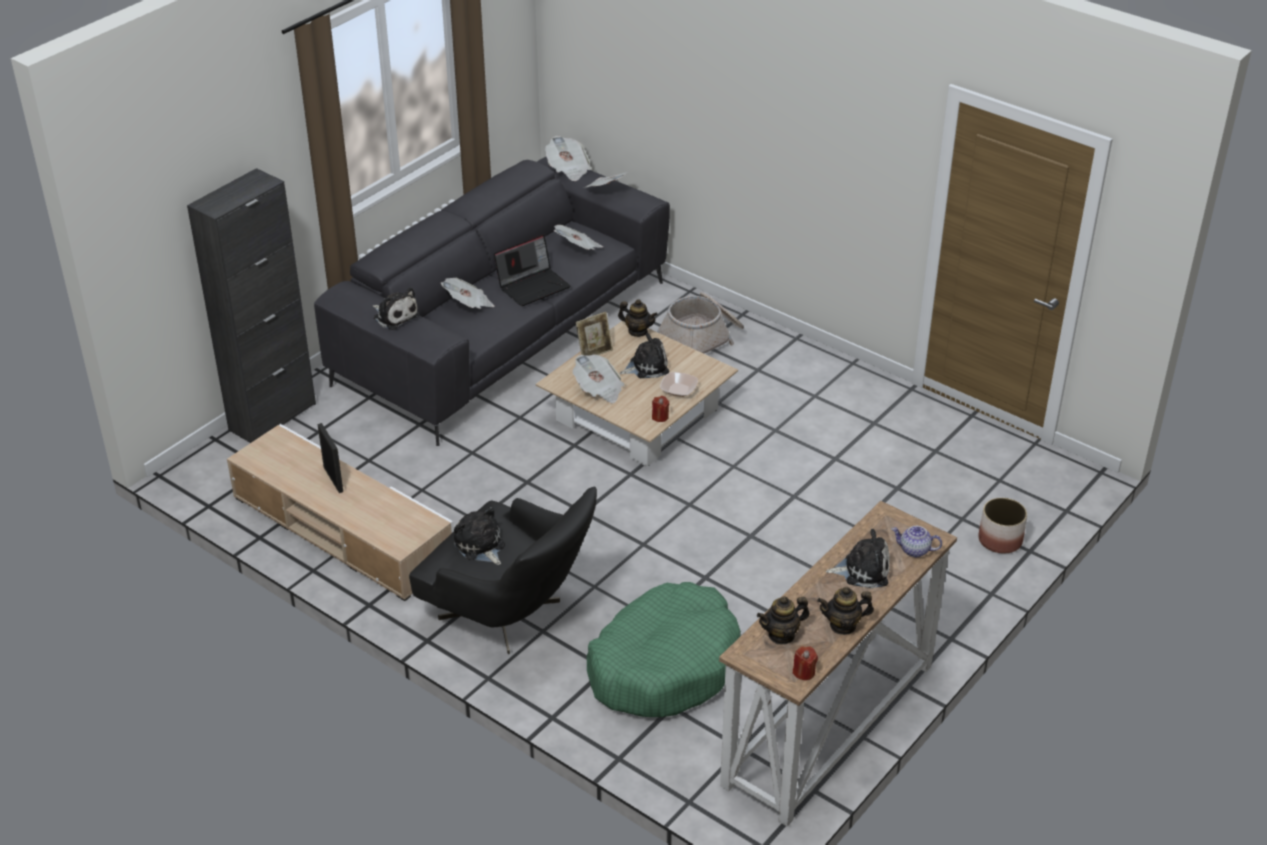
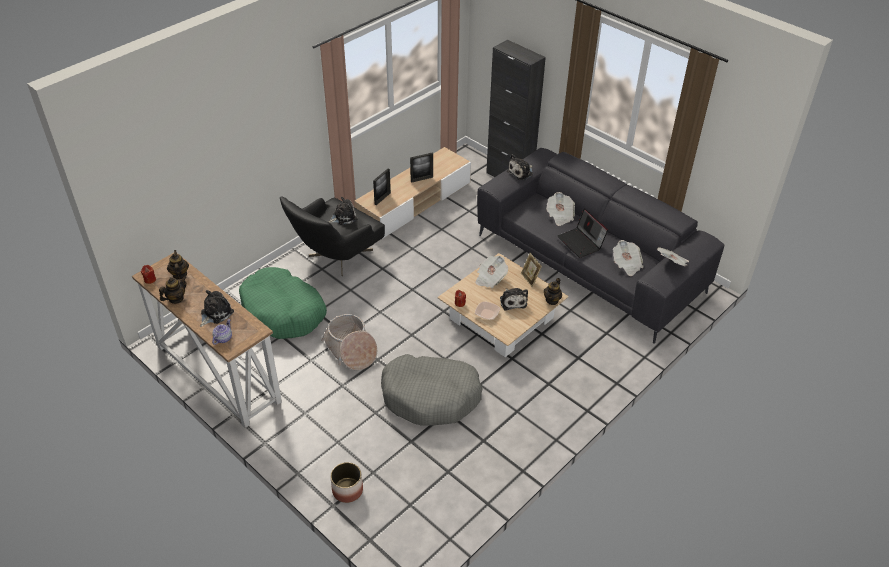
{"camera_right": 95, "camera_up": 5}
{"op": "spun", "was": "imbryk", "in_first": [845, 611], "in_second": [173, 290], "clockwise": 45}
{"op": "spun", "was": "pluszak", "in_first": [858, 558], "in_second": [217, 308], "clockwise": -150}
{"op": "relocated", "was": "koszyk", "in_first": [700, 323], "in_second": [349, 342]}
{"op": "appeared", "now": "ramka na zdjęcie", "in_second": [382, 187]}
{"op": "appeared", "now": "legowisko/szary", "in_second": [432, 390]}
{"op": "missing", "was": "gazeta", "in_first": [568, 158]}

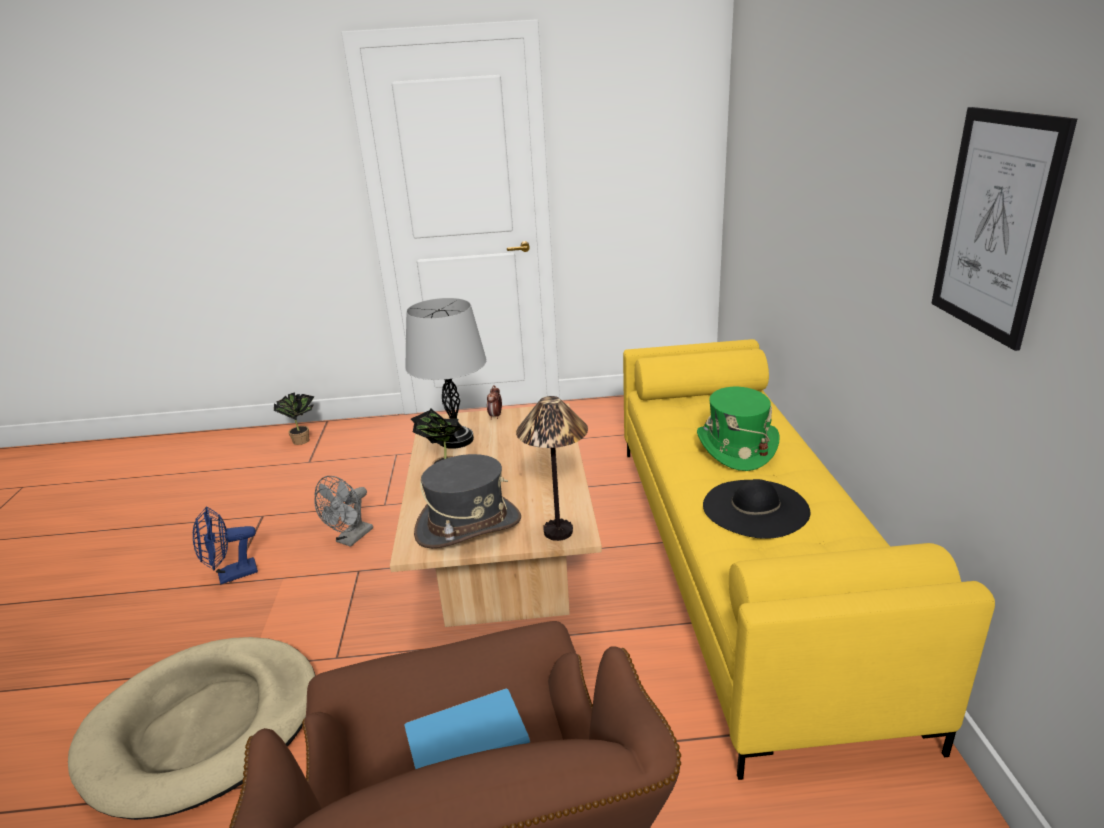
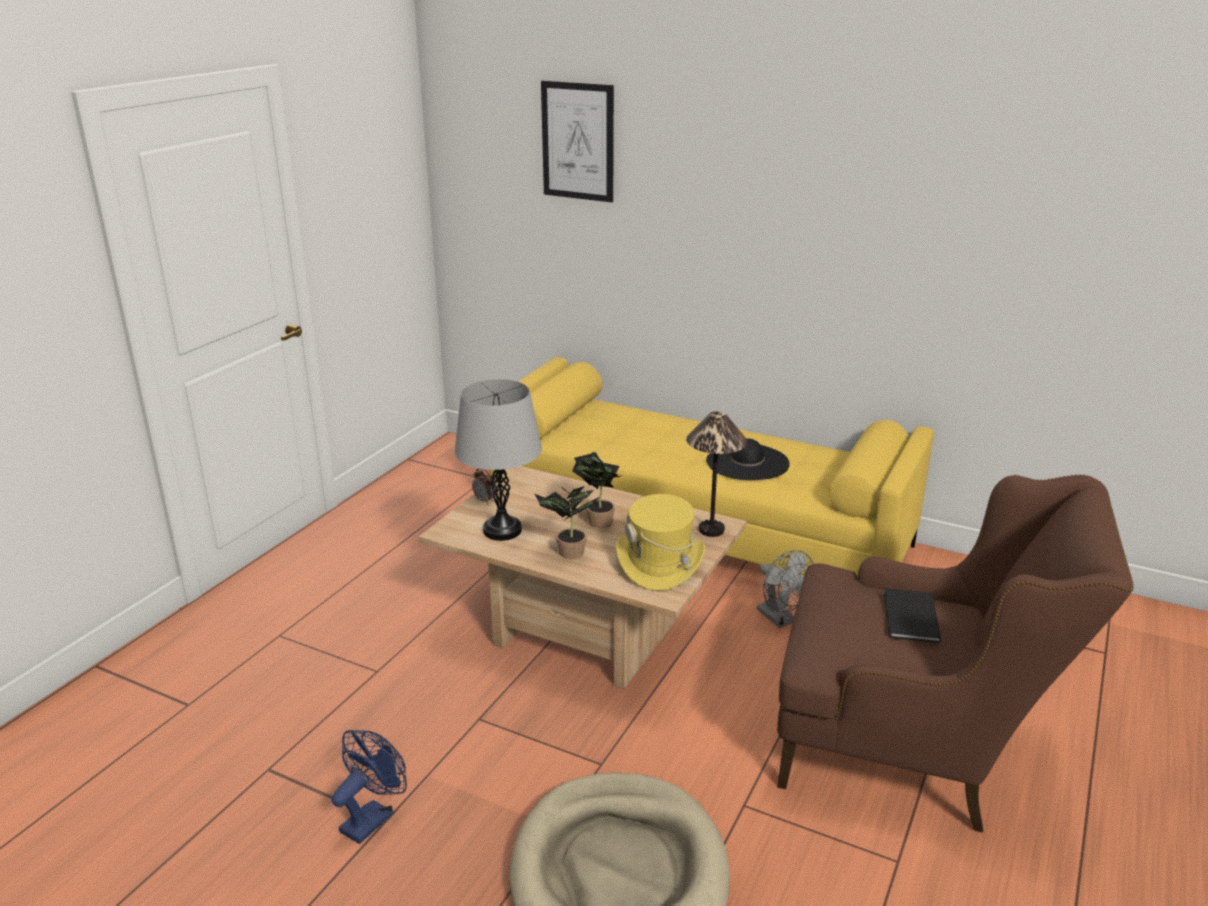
{"camera_right": -60, "camera_up": 0}
{"op": "spun", "was": "wentylator/niebieski", "in_first": [225, 546], "in_second": [369, 787], "clockwise": -150}
{"op": "relocated", "was": "obraz", "in_first": [1004, 229], "in_second": [577, 141]}
{"op": "relocated", "was": "roślina doniczkowa", "in_first": [294, 418], "in_second": [596, 490]}
{"op": "colour", "was": "kapelusz/szary", "now": "kapelusz/żółty", "in_first": [467, 501], "in_second": [660, 542]}
{"op": "relocated", "was": "wentylator/szary", "in_first": [343, 511], "in_second": [785, 589]}
{"op": "colour", "was": "książka/niebieski", "now": "książka/czarny", "in_first": [467, 729], "in_second": [912, 615]}
{"op": "missing", "was": "kapelusz/zielony", "in_first": [738, 429]}

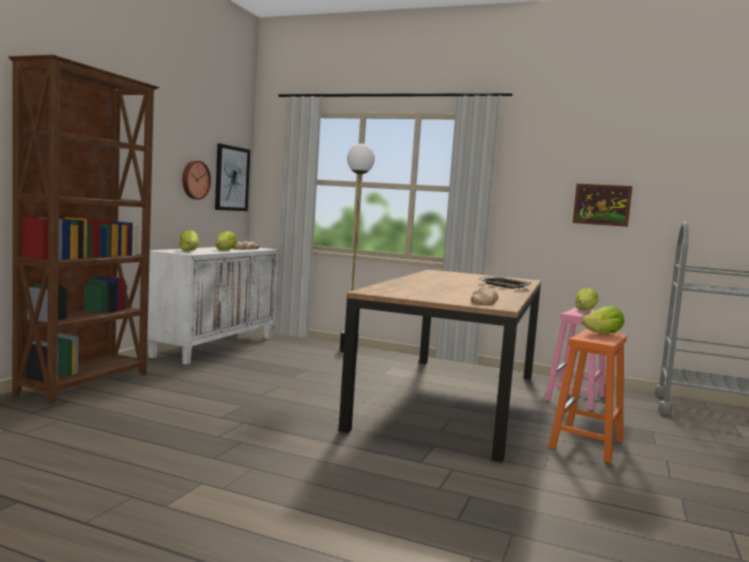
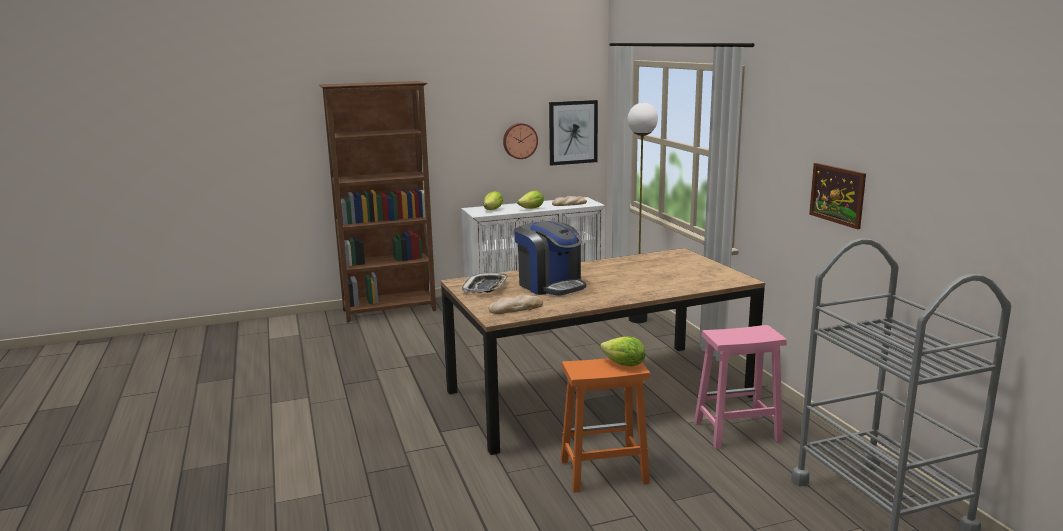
{"camera_right": 50, "camera_up": 10}
{"op": "relocated", "was": "taca", "in_first": [505, 282], "in_second": [485, 283]}
{"op": "appeared", "now": "ekspres do kawy", "in_second": [550, 258]}
{"op": "missing", "was": "sałata", "in_first": [586, 299]}

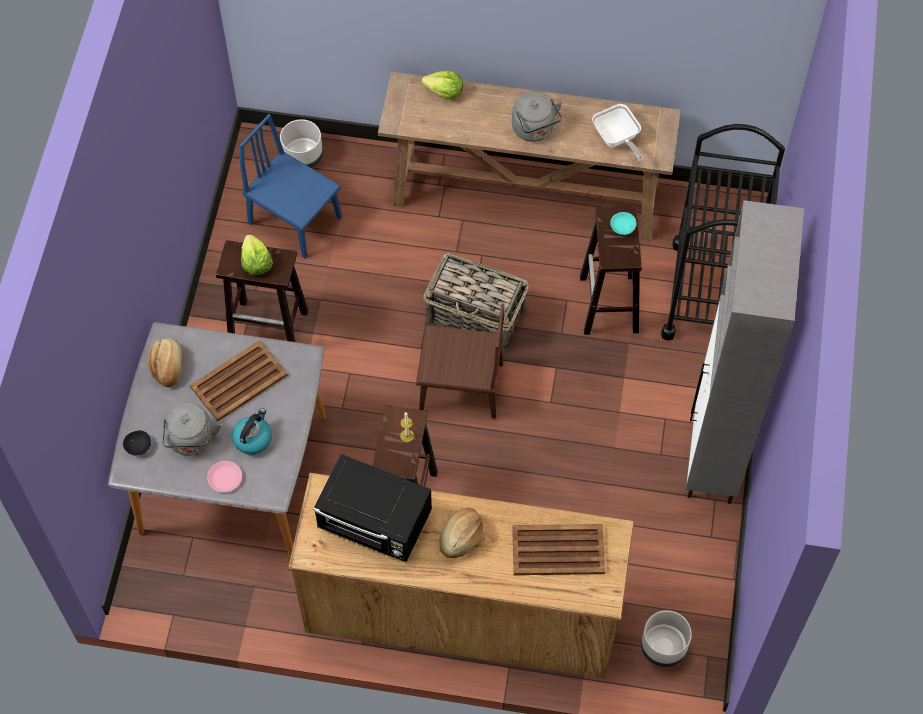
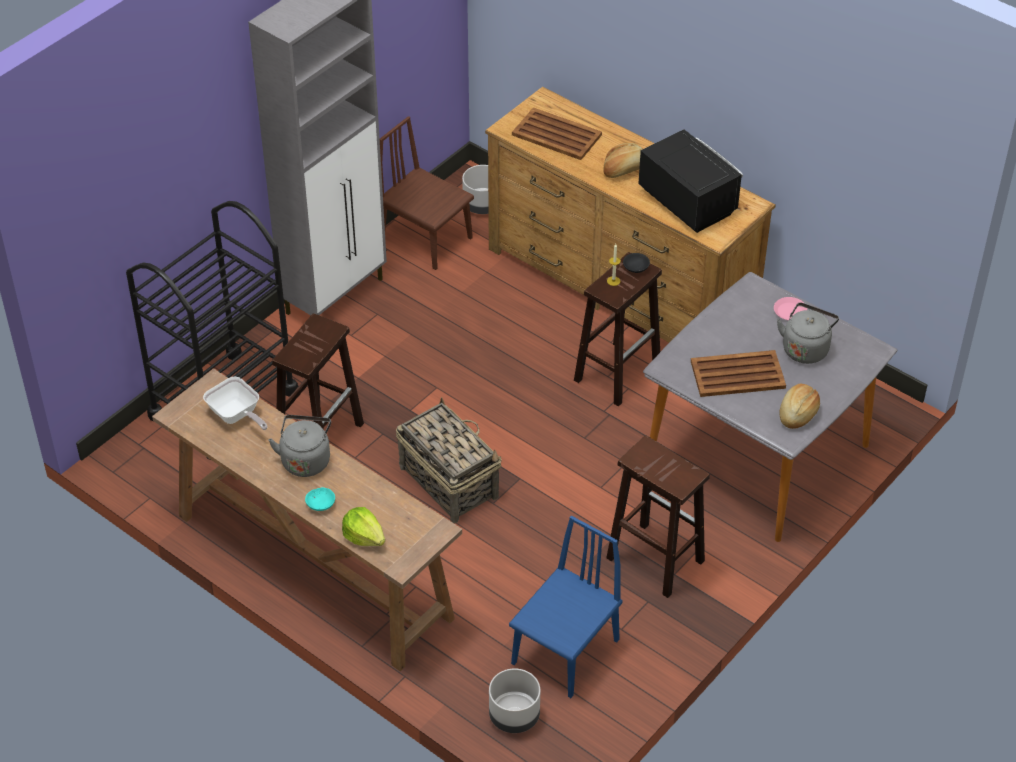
{"camera_right": -150, "camera_up": -15}
{"op": "spun", "was": "patelnia", "in_first": [618, 133], "in_second": [235, 403], "clockwise": 135}
{"op": "relocated", "was": "miska/turkusowy", "in_first": [623, 223], "in_second": [320, 499]}
{"op": "relocated", "was": "krzesło/brązowy", "in_first": [460, 361], "in_second": [427, 193]}
{"op": "spun", "was": "krzesło/niebieski", "in_first": [291, 186], "in_second": [566, 607], "clockwise": -120}
{"op": "relocated", "was": "miska/czarny", "in_first": [137, 442], "in_second": [636, 263]}
{"op": "missing", "was": "czajnik", "in_first": [252, 431]}
{"op": "missing", "was": "sałata", "in_first": [257, 254]}

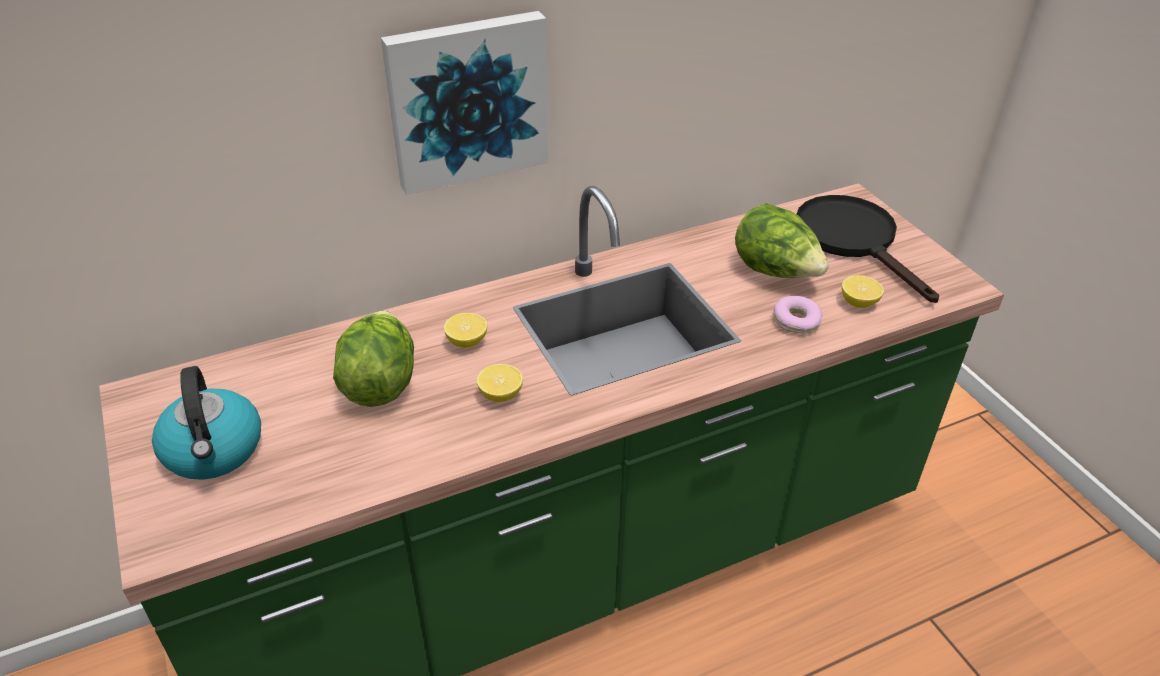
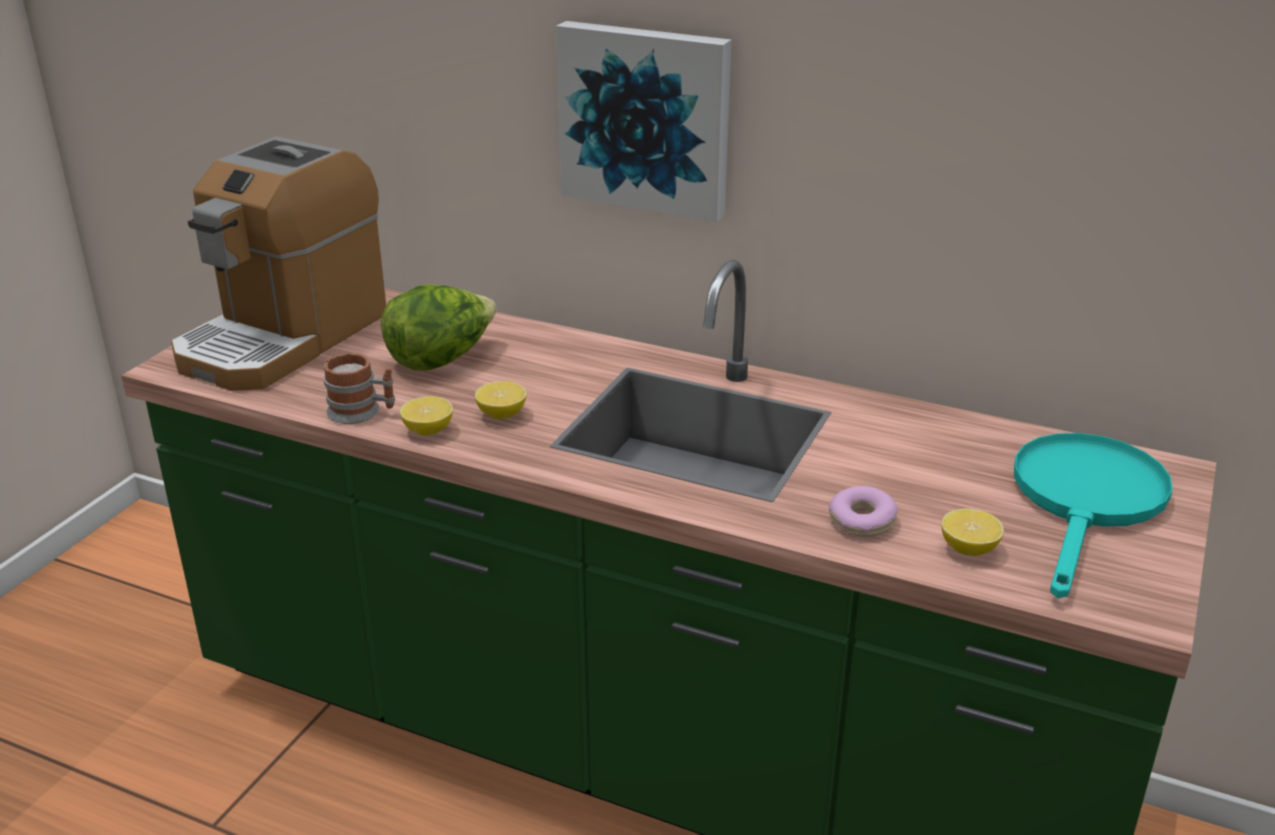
{"camera_right": 50, "camera_up": -10}
{"op": "exchanged", "was": "czajnik", "now": "ekspres do kawy", "in_first": [206, 423], "in_second": [278, 263]}
{"op": "appeared", "now": "kubek", "in_second": [359, 388]}
{"op": "relocated", "was": "cytryna", "in_first": [465, 330], "in_second": [426, 416]}
{"op": "colour", "was": "patelnia/czarny", "now": "patelnia/turkusowy", "in_first": [868, 249], "in_second": [1093, 515]}
{"op": "missing", "was": "sałata", "in_first": [782, 240]}

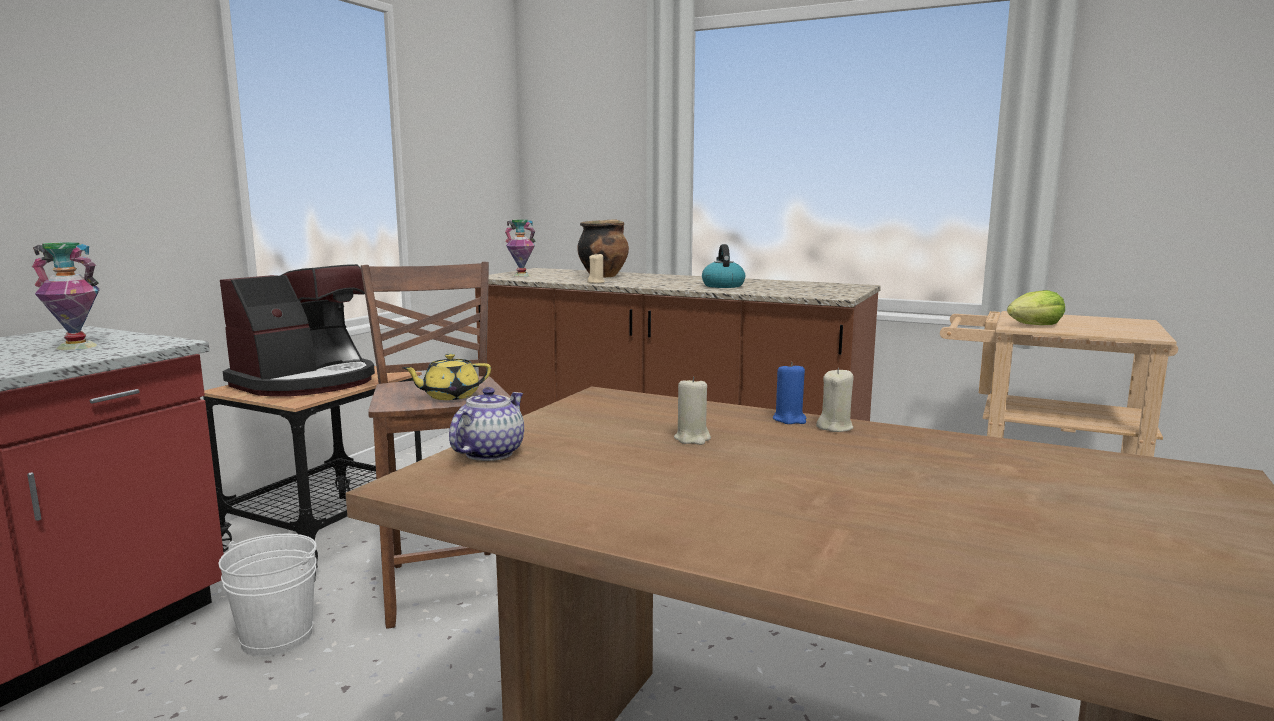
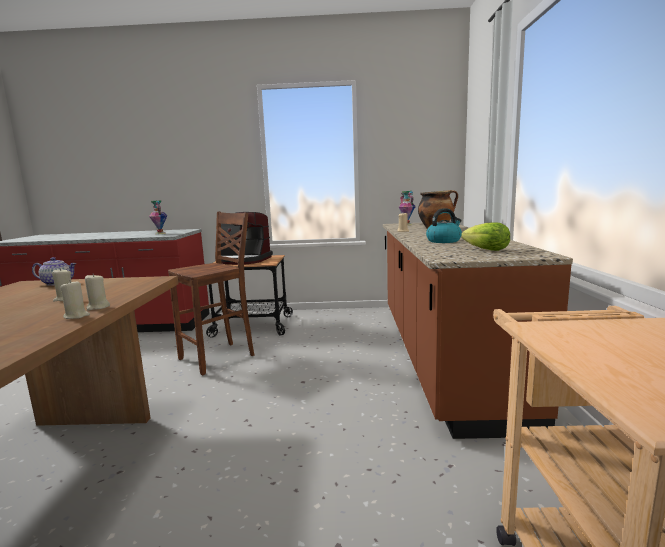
{"camera_right": 65, "camera_up": 0}
{"op": "colour", "was": "świeca/niebieski", "now": "świeca/beżowy", "in_first": [789, 393], "in_second": [97, 292]}
{"op": "relocated", "was": "sałata", "in_first": [1036, 307], "in_second": [485, 236]}
{"op": "missing", "was": "wiadro/biały", "in_first": [267, 595]}
{"op": "missing", "was": "imbryk/żółty", "in_first": [446, 377]}

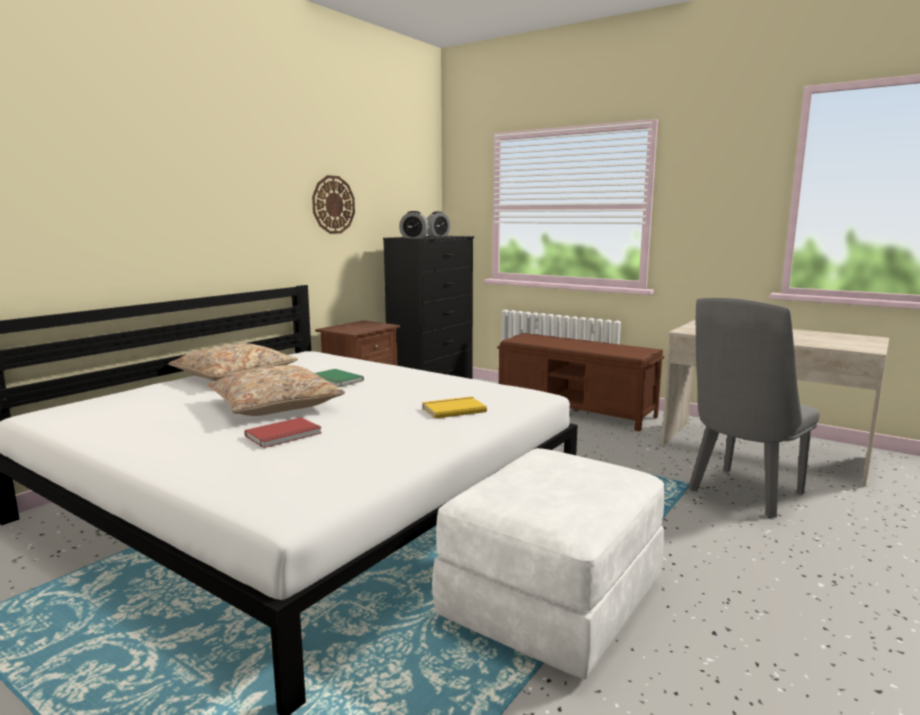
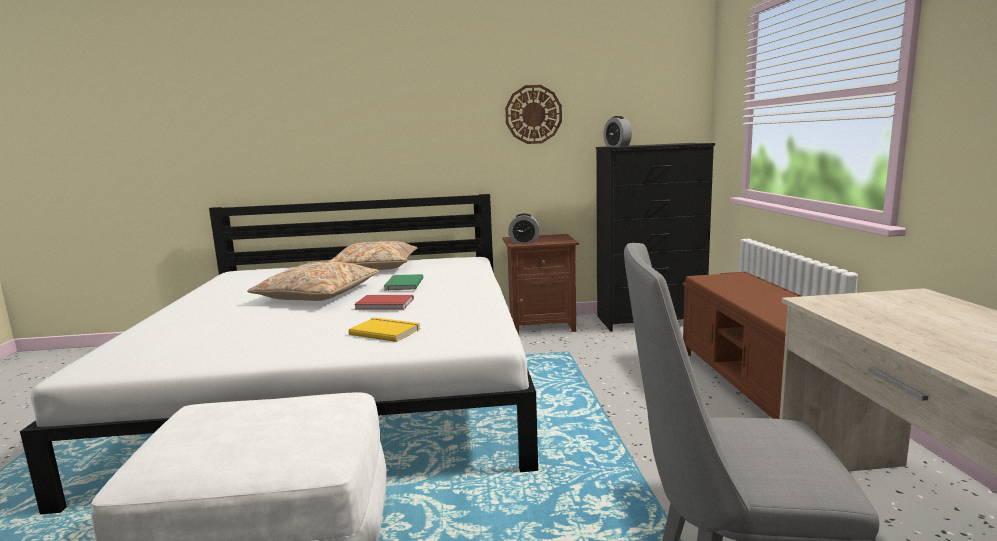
{"camera_right": 50, "camera_up": 0}
{"op": "relocated", "was": "książka/czerwony", "in_first": [283, 432], "in_second": [384, 302]}
{"op": "relocated", "was": "budzik", "in_first": [438, 223], "in_second": [524, 228]}

